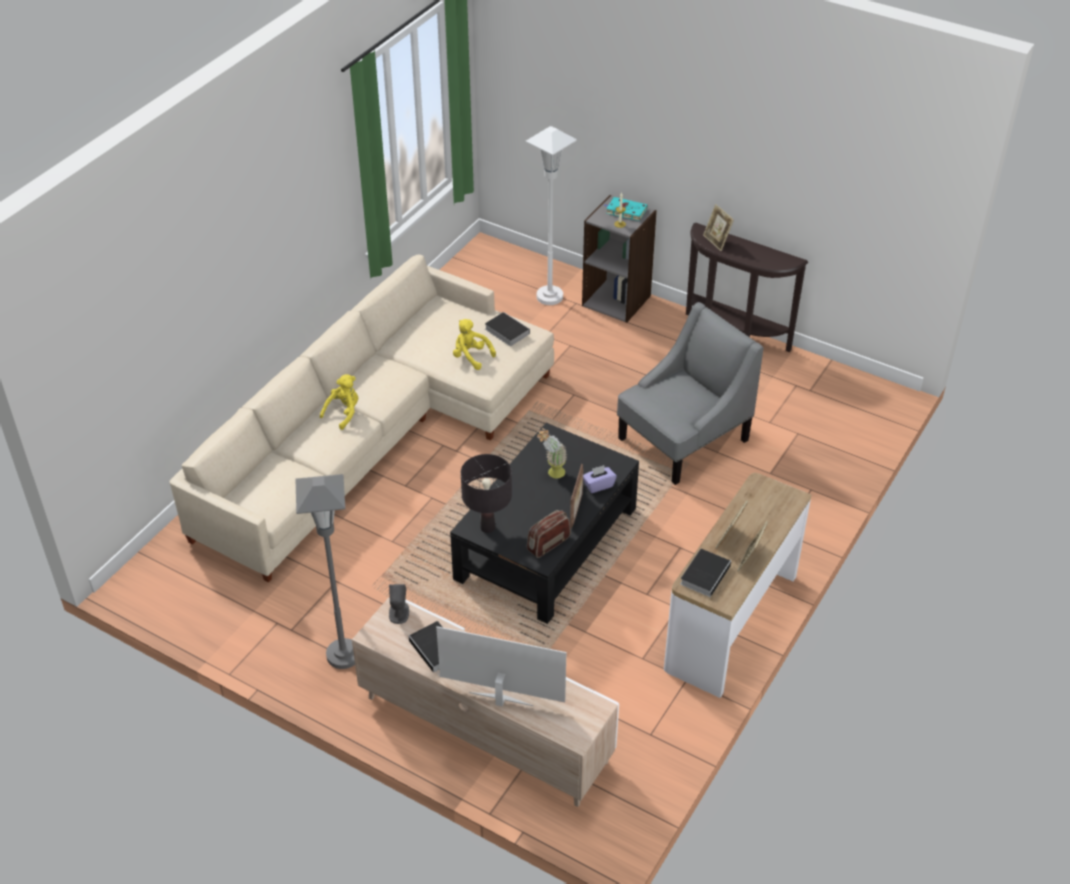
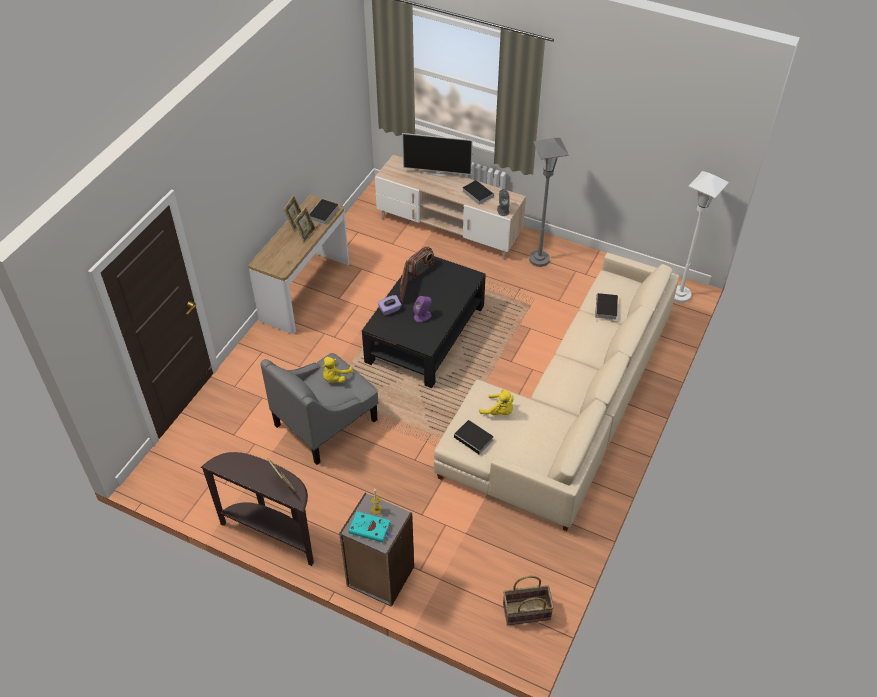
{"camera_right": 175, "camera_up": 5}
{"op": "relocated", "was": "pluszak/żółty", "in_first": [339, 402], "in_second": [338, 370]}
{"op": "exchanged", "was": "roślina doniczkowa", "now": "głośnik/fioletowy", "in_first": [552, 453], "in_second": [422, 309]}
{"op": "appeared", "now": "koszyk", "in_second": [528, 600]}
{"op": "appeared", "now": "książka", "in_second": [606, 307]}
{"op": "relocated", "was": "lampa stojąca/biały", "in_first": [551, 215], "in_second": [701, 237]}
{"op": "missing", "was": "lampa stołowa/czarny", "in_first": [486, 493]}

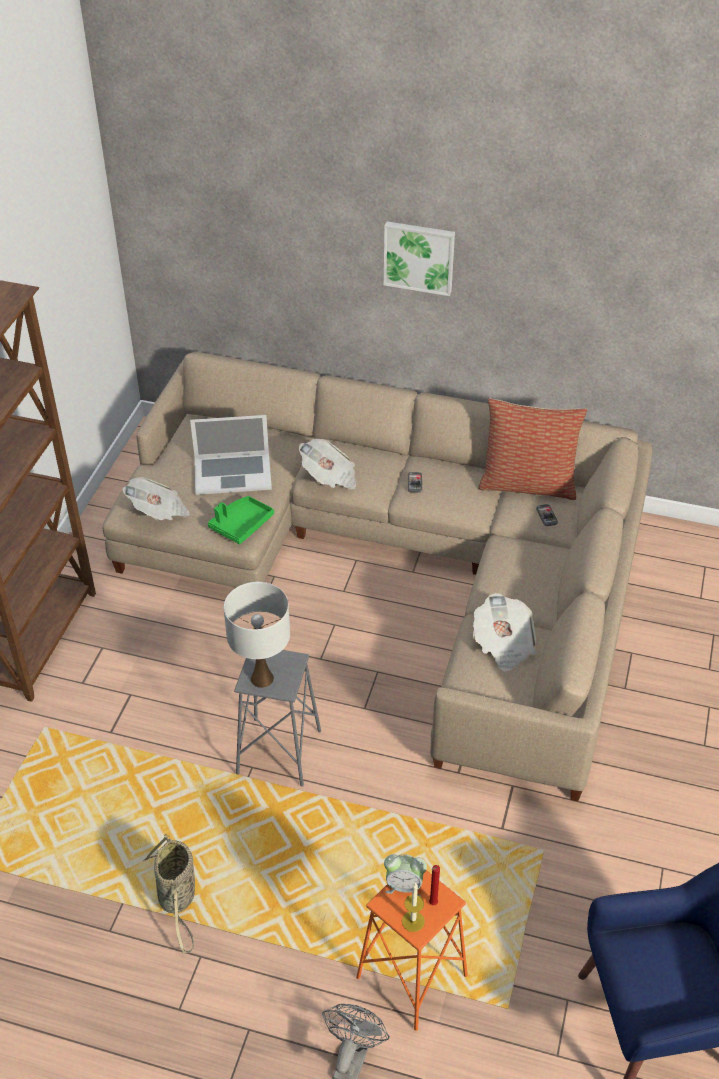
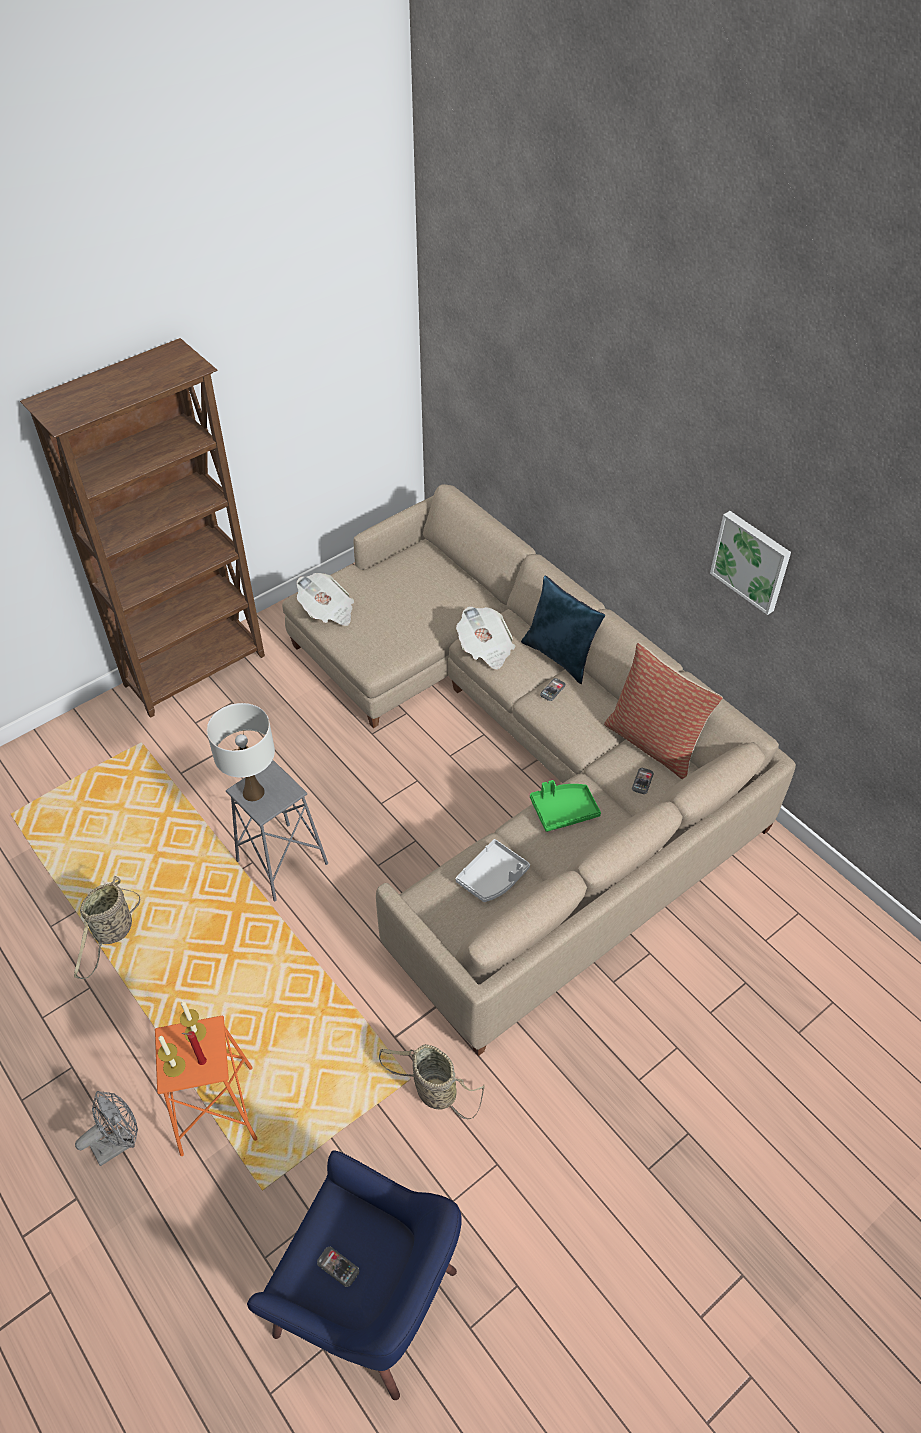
{"camera_right": 35, "camera_up": 5}
{"op": "exchanged", "was": "budzik", "now": "świeca", "in_first": [405, 875], "in_second": [193, 1021]}
{"op": "appeared", "now": "telefon", "in_second": [338, 1267]}
{"op": "appeared", "now": "koszyk", "in_second": [432, 1081]}
{"op": "exchanged", "was": "gazeta", "now": "taca/szary", "in_first": [504, 632], "in_second": [493, 870]}
{"op": "appeared", "now": "poduszka/niebieski", "in_second": [563, 630]}
{"op": "relocated", "was": "taca/zielony", "in_first": [241, 520], "in_second": [565, 806]}
{"op": "relocated", "was": "obraz", "in_first": [419, 258], "in_second": [750, 563]}
{"op": "missing", "was": "laptop", "in_first": [231, 455]}

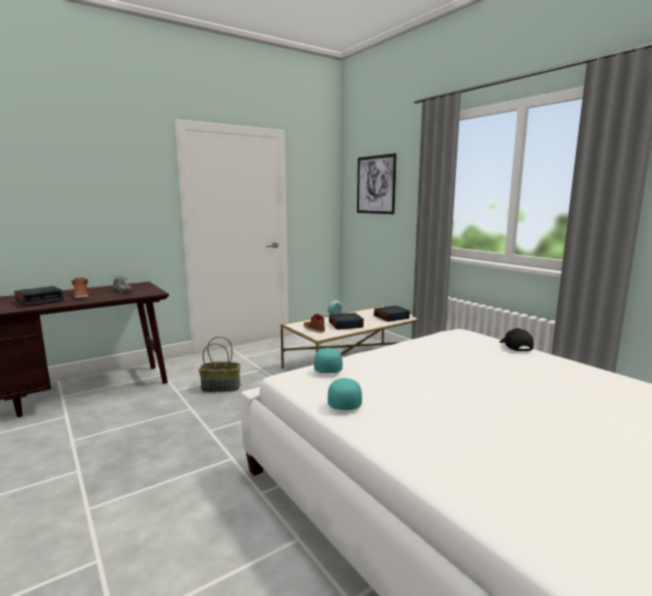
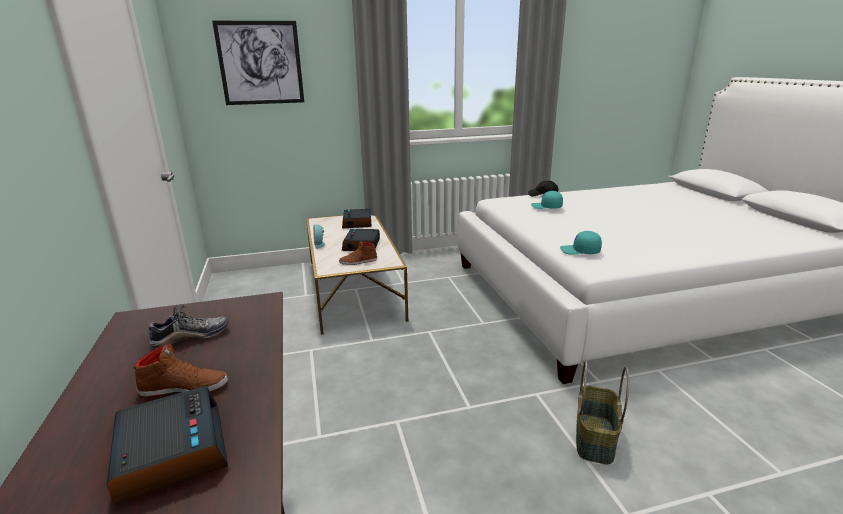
{"camera_right": -70, "camera_up": 10}
{"op": "relocated", "was": "czapka z daszkiem/turkusowy", "in_first": [345, 394], "in_second": [547, 200]}
{"op": "relocated", "was": "koszyk", "in_first": [220, 364], "in_second": [602, 412]}

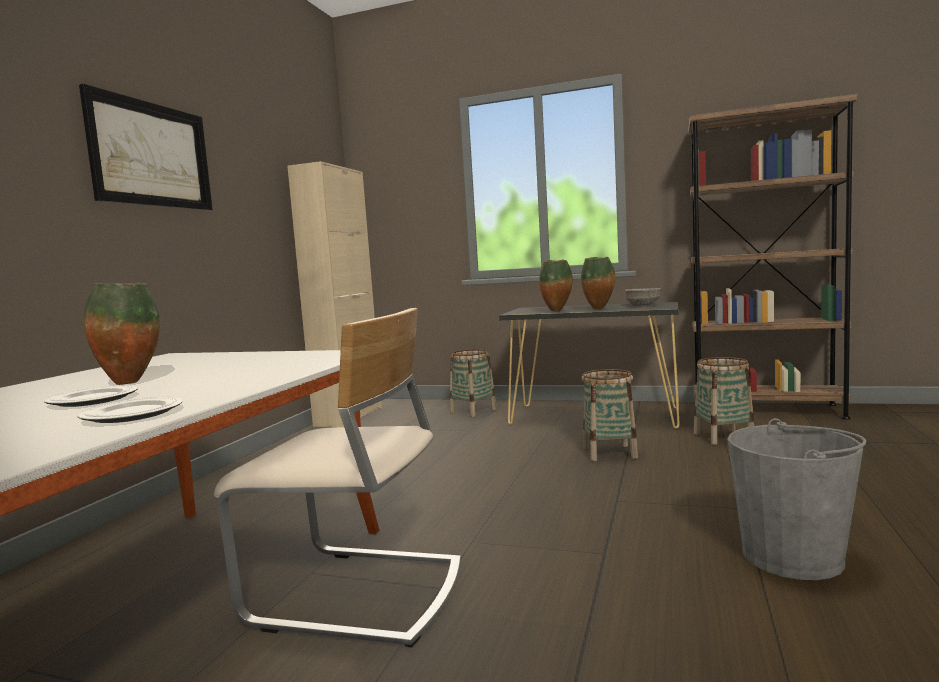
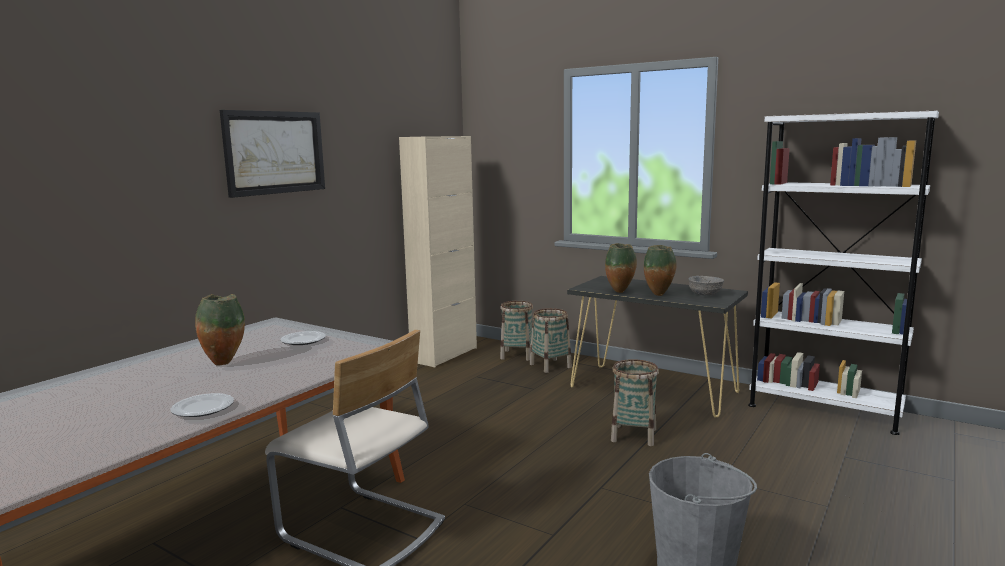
{"camera_right": 15, "camera_up": 5}
{"op": "relocated", "was": "talerz", "in_first": [91, 396], "in_second": [303, 338]}
{"op": "relocated", "was": "koszyk", "in_first": [724, 401], "in_second": [516, 331]}
{"op": "colour", "was": "regał/brązowy", "now": "regał/biały", "in_first": [773, 256], "in_second": [843, 273]}

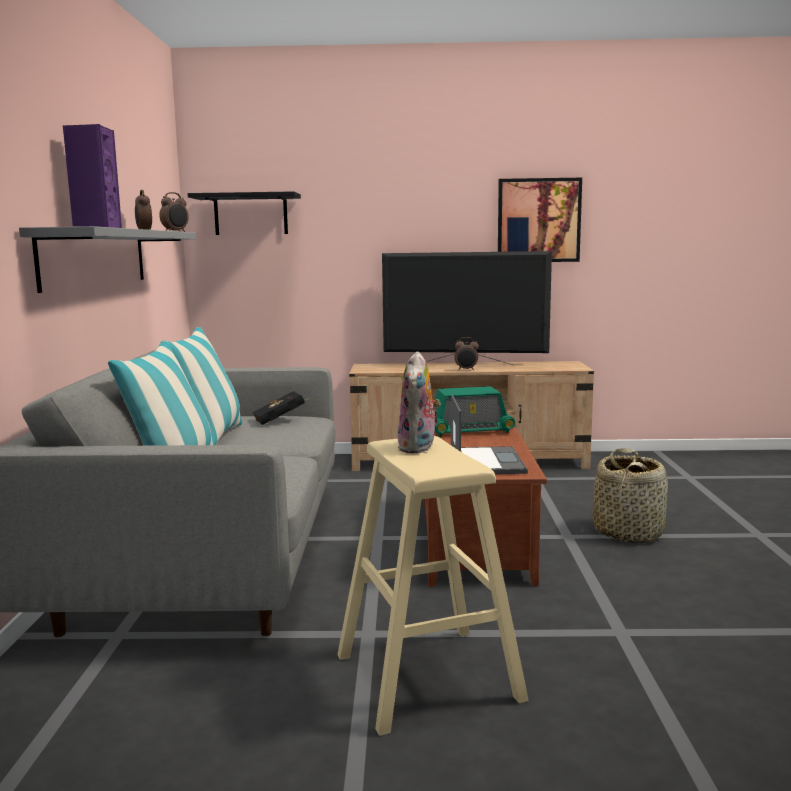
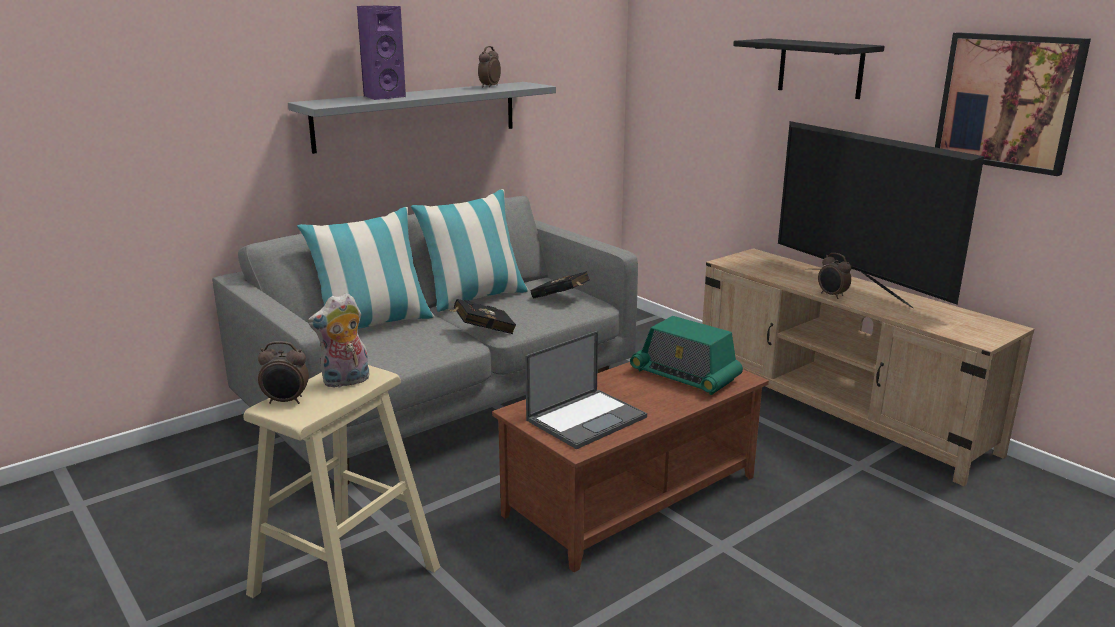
{"camera_right": 50, "camera_up": 10}
{"op": "relocated", "was": "budzik", "in_first": [174, 212], "in_second": [283, 372]}
{"op": "appeared", "now": "książka/czarny", "in_second": [482, 316]}
{"op": "relocated", "was": "półka/czarny", "in_first": [244, 213], "in_second": [809, 68]}
{"op": "missing", "was": "koszyk", "in_first": [630, 495]}

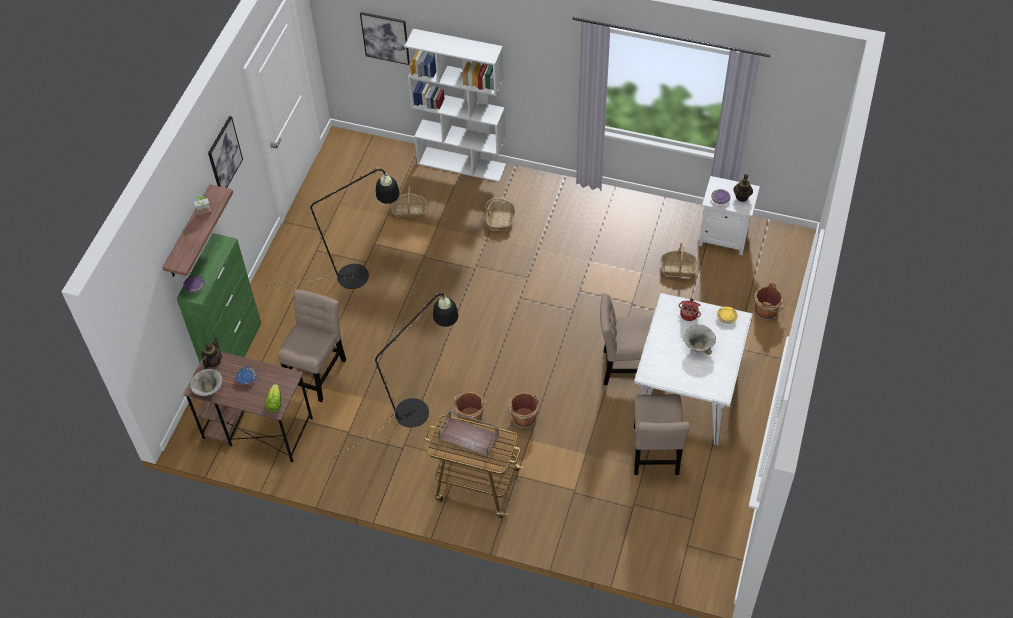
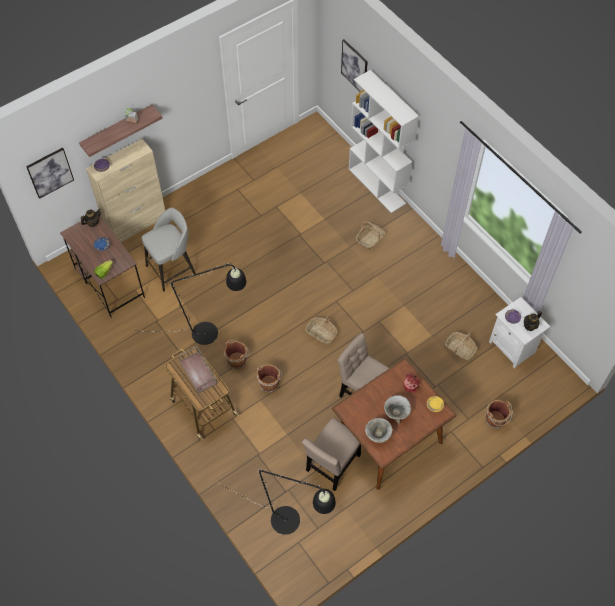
{"camera_right": 35, "camera_up": 5}
{"op": "relocated", "was": "obraz", "in_first": [225, 152], "in_second": [50, 173]}
{"op": "colour", "was": "szafka/zielony", "now": "szafka/beżowy", "in_first": [218, 298], "in_second": [125, 190]}
{"op": "exchanged", "was": "krzesło/beżowy", "now": "stołek/szary", "in_first": [312, 345], "in_second": [169, 250]}
{"op": "relocated", "was": "lampa stojąca/czarny", "in_first": [335, 228], "in_second": [277, 502]}
{"op": "relocated", "was": "koszyk", "in_first": [409, 202], "in_second": [321, 330]}
{"op": "colour", "was": "stół jadalny/biały", "now": "stół jadalny/brązowy", "in_first": [693, 369], "in_second": [394, 424]}
{"op": "relocated", "was": "miska", "in_first": [206, 382], "in_second": [379, 430]}

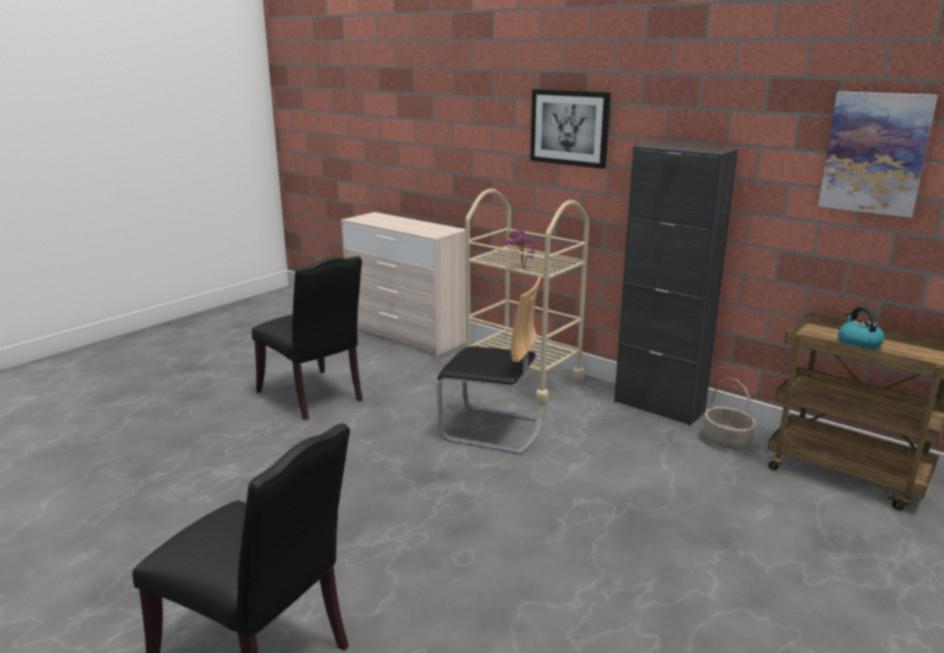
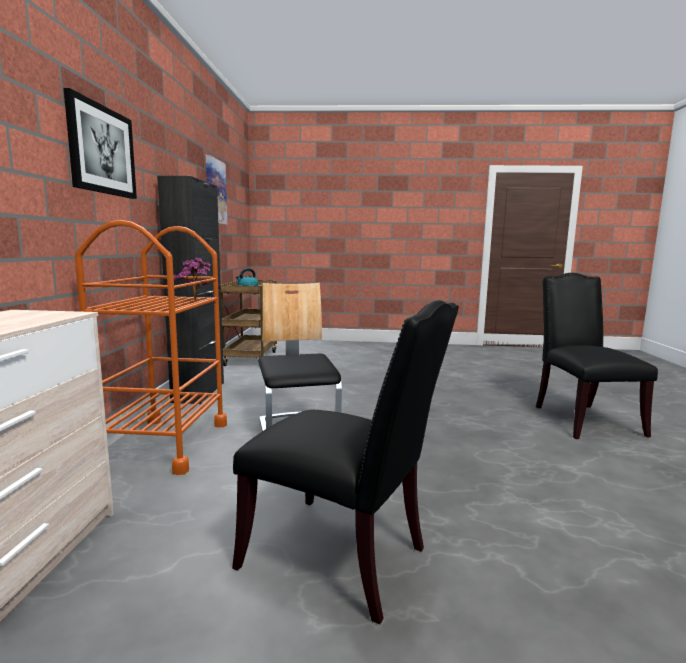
{"camera_right": -125, "camera_up": -10}
{"op": "colour", "was": "wózek/beżowy", "now": "wózek/pomarańczowy", "in_first": [527, 296], "in_second": [151, 347]}
{"op": "spun", "was": "krzesło/czarny", "in_first": [307, 338], "in_second": [345, 462], "clockwise": 105}
{"op": "missing", "was": "koszyk", "in_first": [730, 414]}

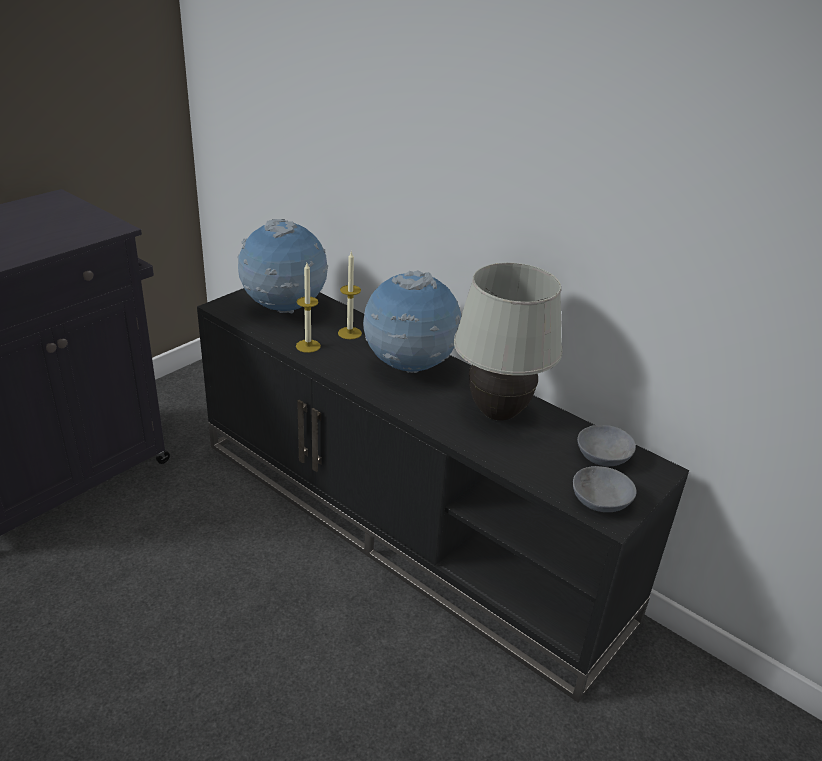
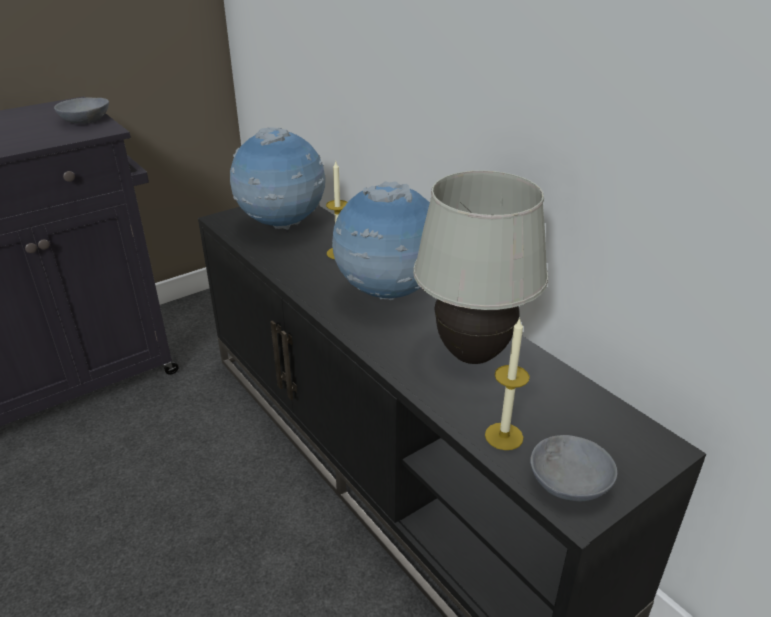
{"camera_right": 15, "camera_up": 0}
{"op": "relocated", "was": "miska/szary", "in_first": [606, 445], "in_second": [81, 110]}
{"op": "relocated", "was": "świeca", "in_first": [308, 308], "in_second": [507, 383]}

